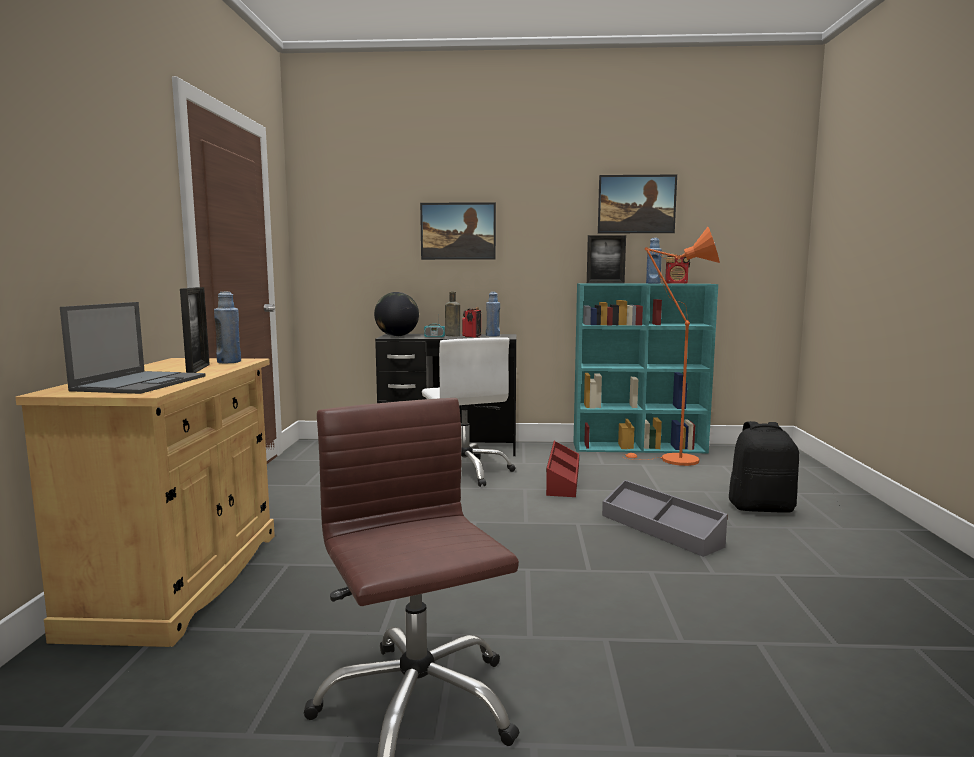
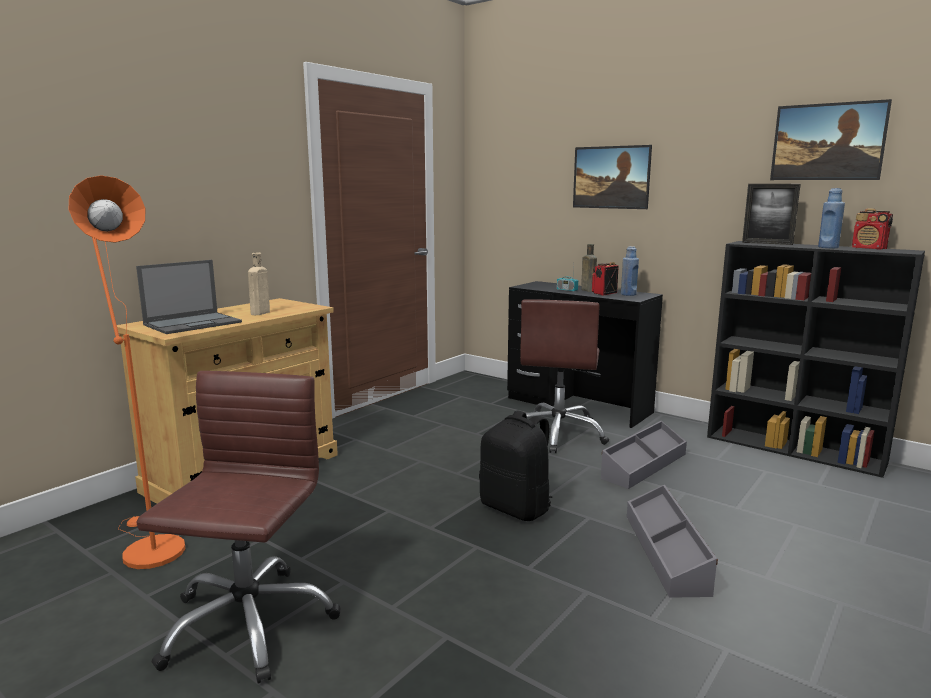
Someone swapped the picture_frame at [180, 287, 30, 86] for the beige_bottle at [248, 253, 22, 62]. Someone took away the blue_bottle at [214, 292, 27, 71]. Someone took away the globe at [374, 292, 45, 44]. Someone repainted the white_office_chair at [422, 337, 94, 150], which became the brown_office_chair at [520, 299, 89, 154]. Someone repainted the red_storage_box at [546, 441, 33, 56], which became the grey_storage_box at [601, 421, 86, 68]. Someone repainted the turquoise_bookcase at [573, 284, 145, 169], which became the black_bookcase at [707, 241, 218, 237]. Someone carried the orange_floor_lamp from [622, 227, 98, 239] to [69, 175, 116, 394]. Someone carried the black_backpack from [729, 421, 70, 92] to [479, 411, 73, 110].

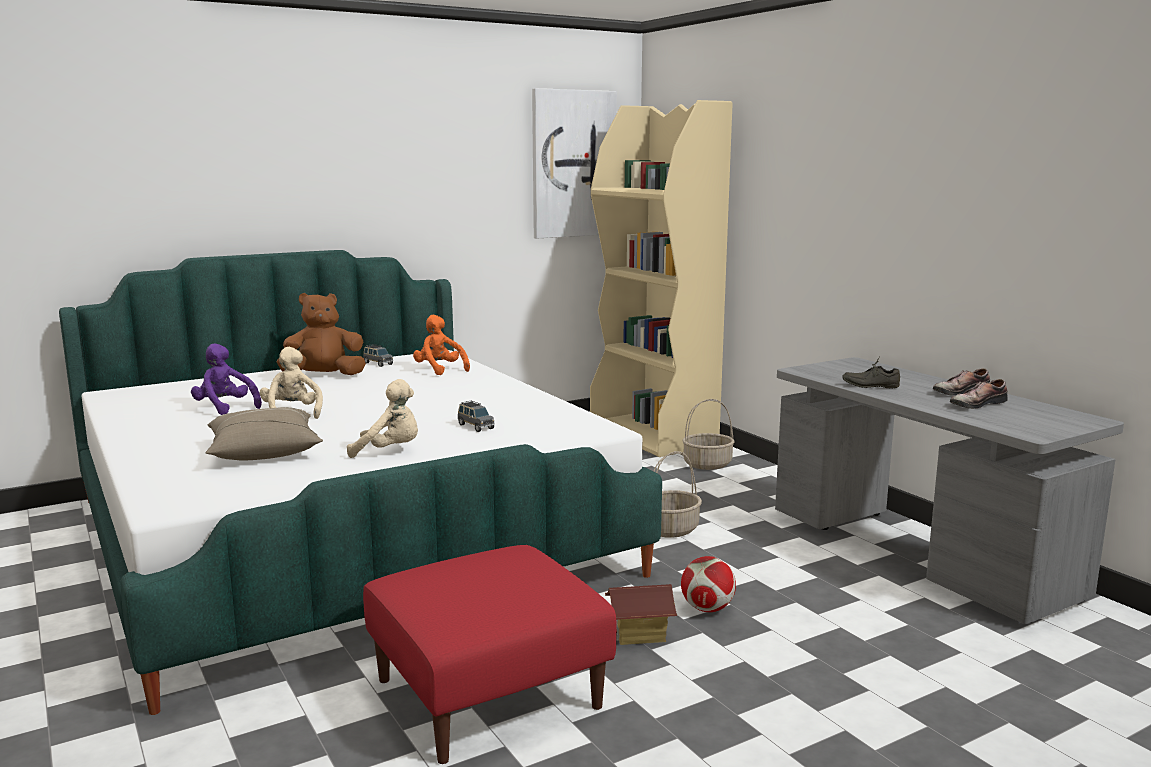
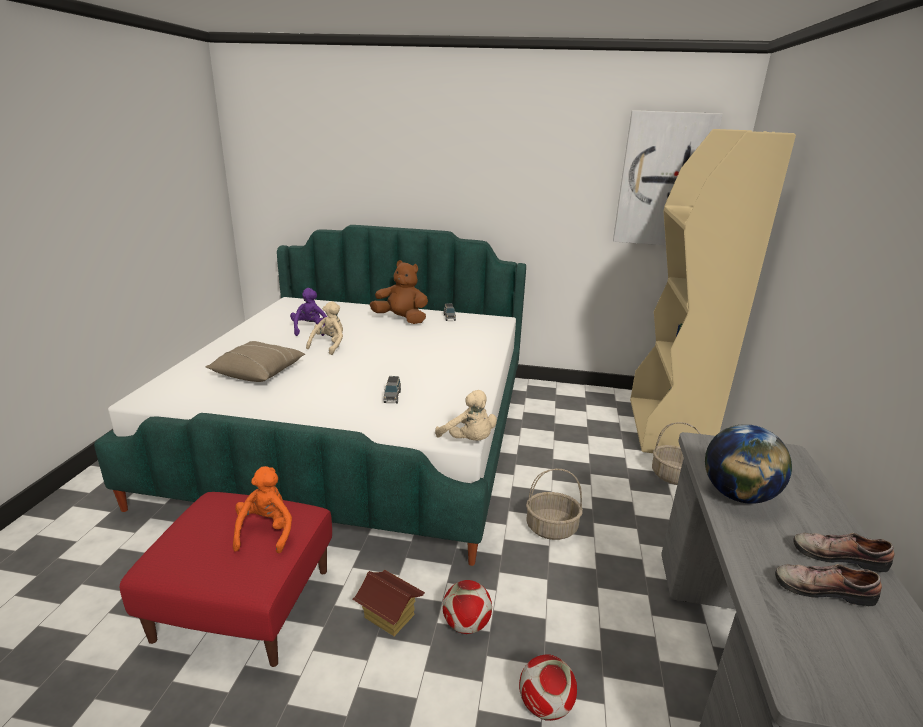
Someone carried the beige_plush_toy from [347, 379, 71, 79] to [435, 390, 62, 50]. Someone carried the orange_plush_toy from [413, 315, 57, 60] to [233, 466, 59, 87]. Someone swapped the grey_shoe at [842, 358, 58, 31] for the globe at [705, 424, 87, 80]. Someone put down the football at [519, 654, 58, 67].

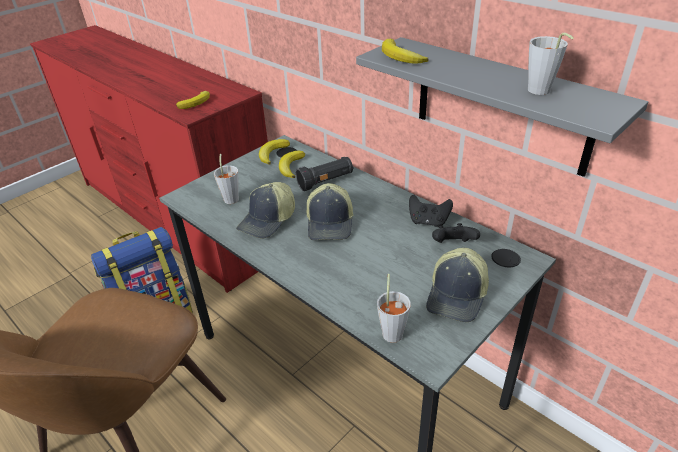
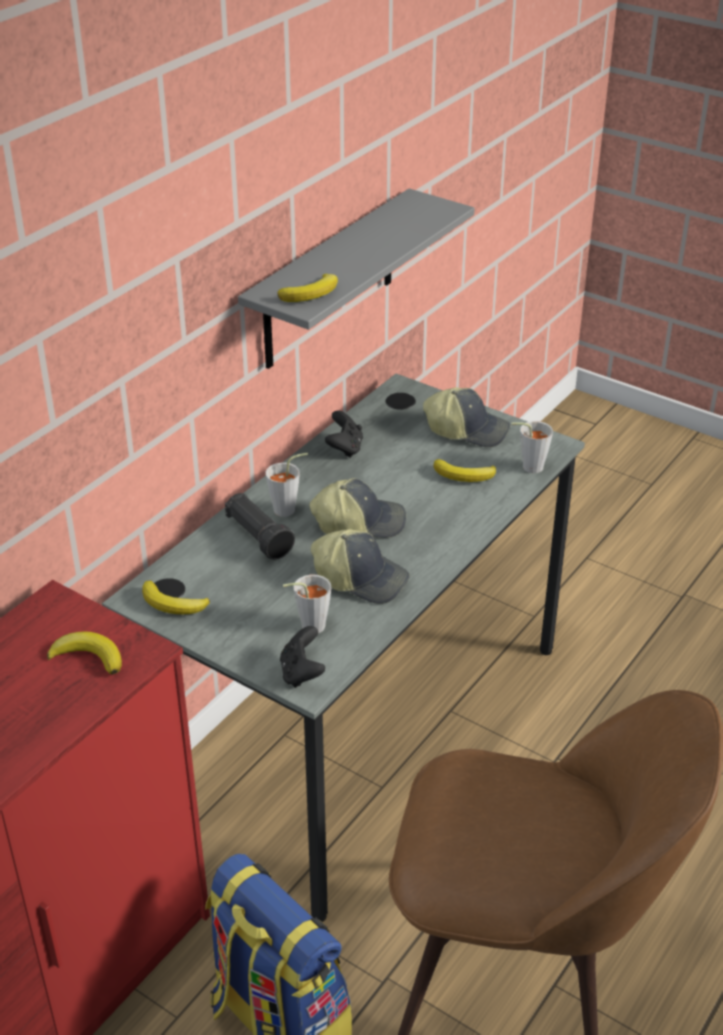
Someone carried the banana from [279, 151, 26, 27] to [433, 459, 63, 23]. Someone carried the black_game_controller from [432, 223, 48, 20] to [280, 626, 45, 62]. Someone carried the grey_cup from [528, 33, 46, 62] to [266, 453, 42, 64].

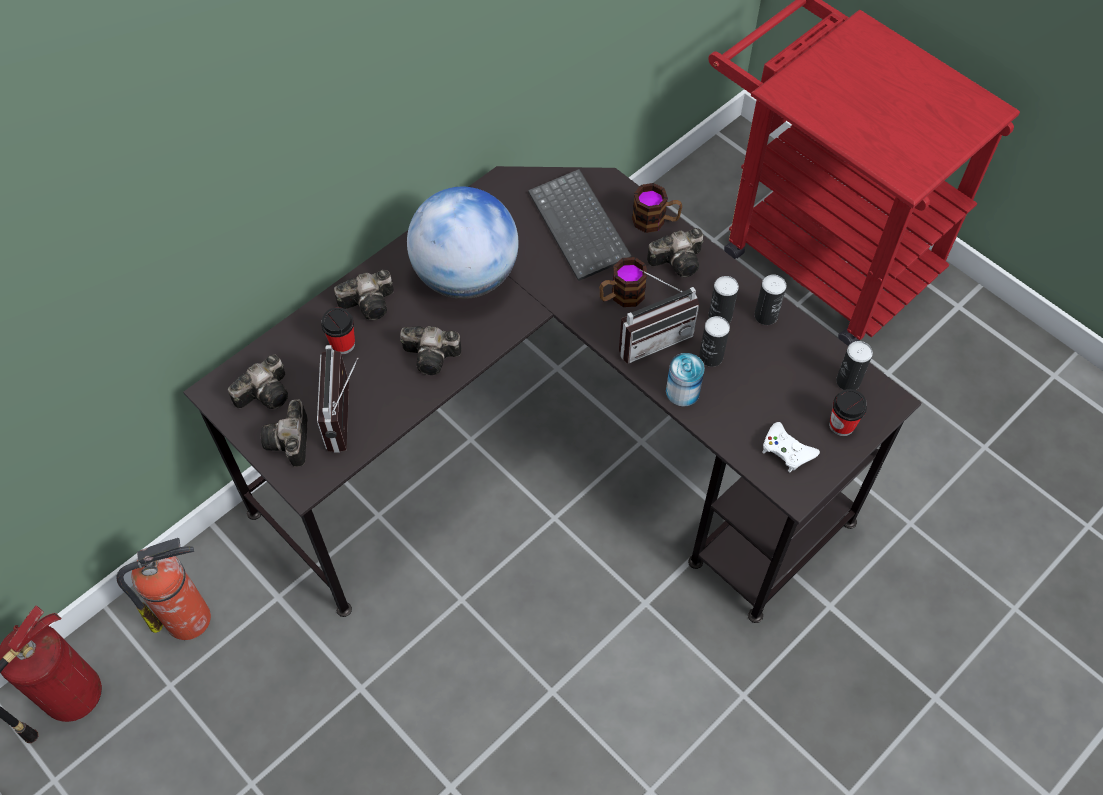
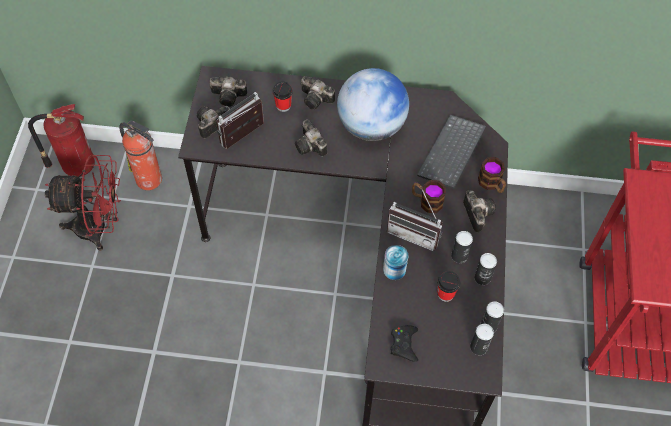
Someone rotated the photo_camera at [647, 228, 56, 49] by 135 degrees counterclockwise. Someone carried the can from [699, 316, 31, 51] to [481, 301, 23, 31]. Someone repainted the white_game_controller at [762, 422, 58, 50], which became the black_game_controller at [391, 325, 27, 37]. Someone carried the cup from [829, 389, 38, 47] to [437, 271, 23, 31]. Someone put down the red_fan at [45, 154, 76, 97].

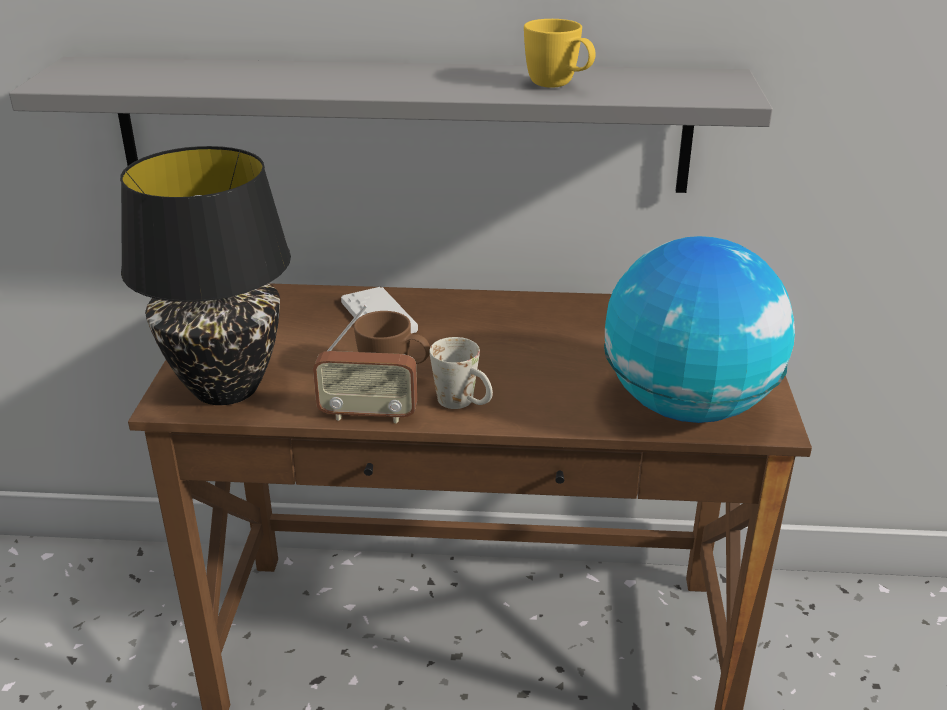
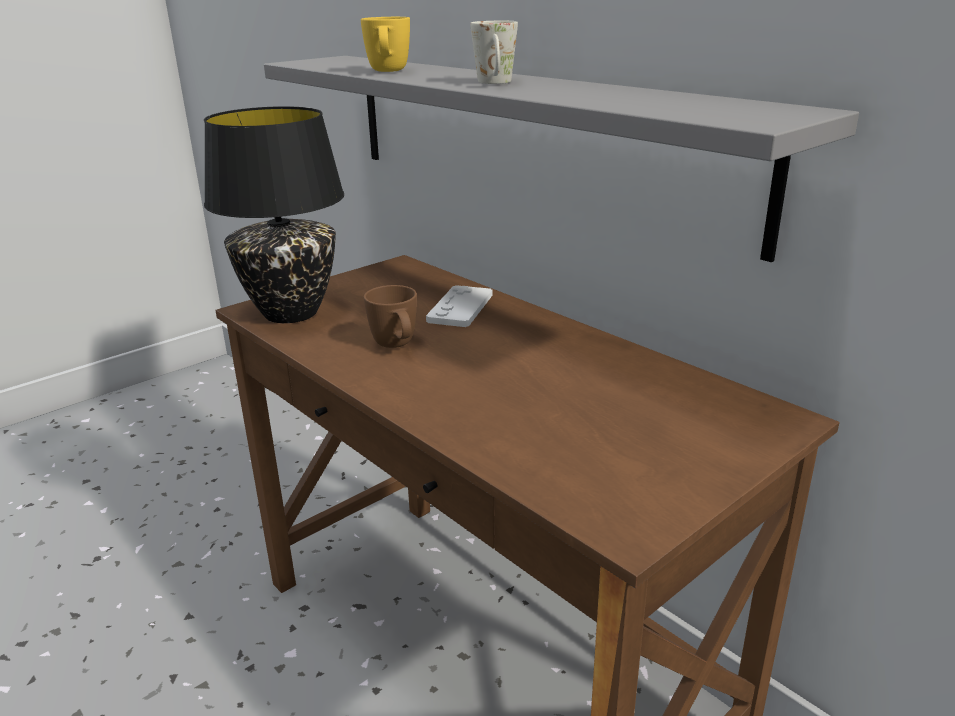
Someone took away the radio at [313, 305, 104, 118]. Someone carried the white_mug from [429, 337, 64, 72] to [470, 21, 48, 63]. Someone carried the yellow_mug from [524, 19, 72, 69] to [361, 17, 49, 55]. Someone took away the globe at [604, 236, 191, 187].

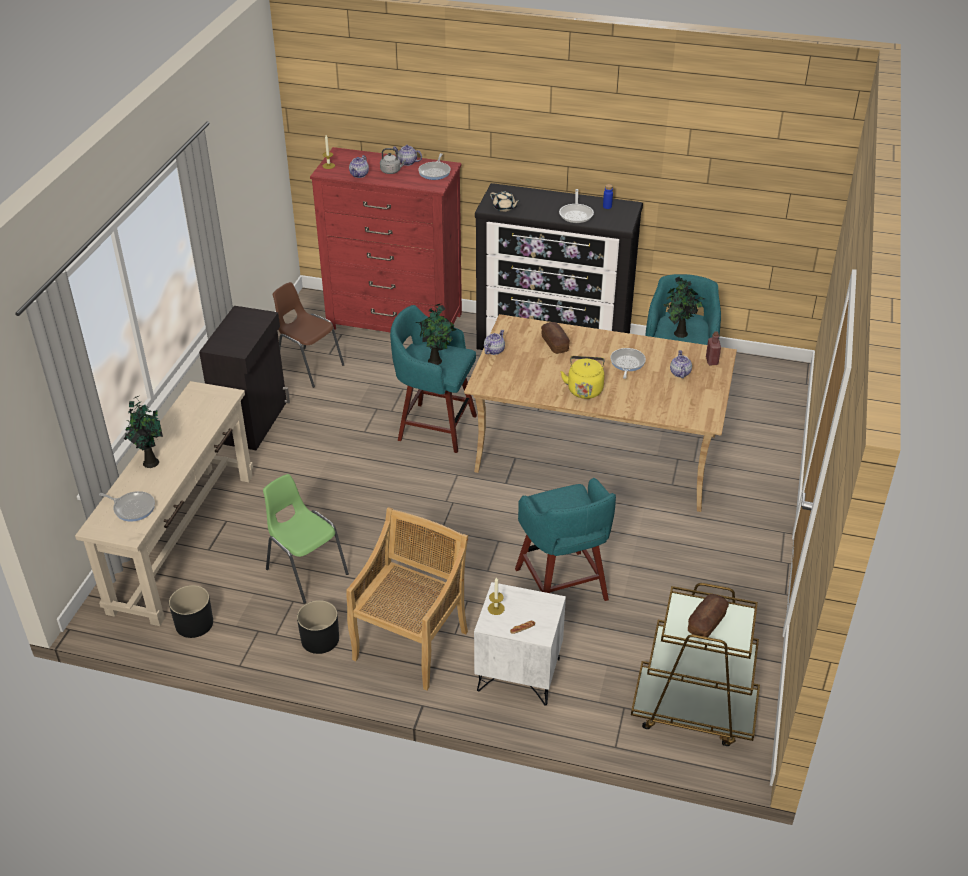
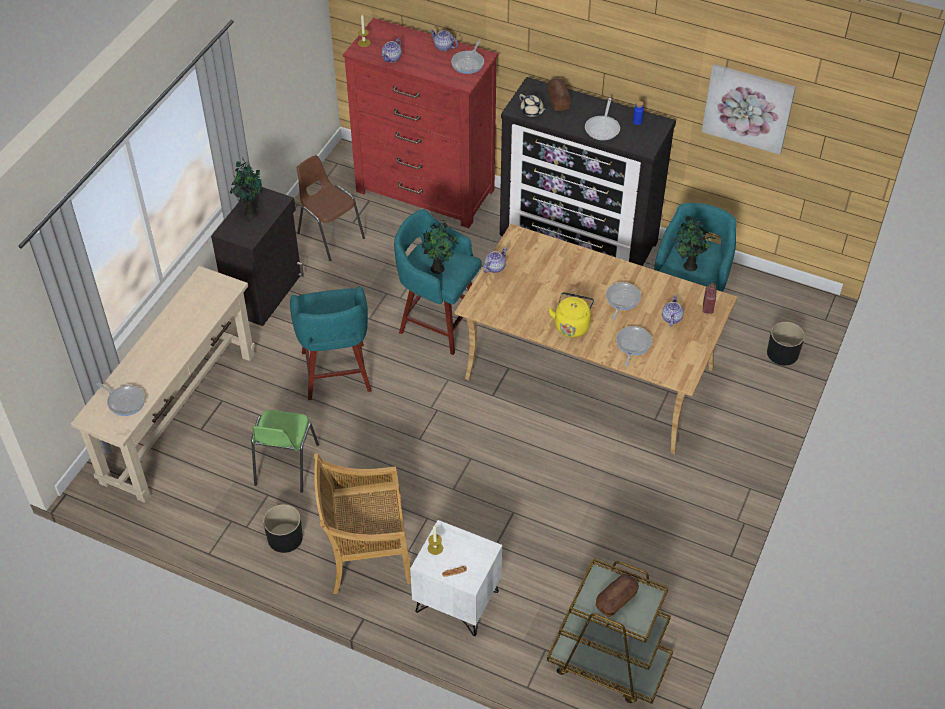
Someone carried the potted_plant from [124, 396, 39, 72] to [230, 158, 33, 60]. Someone carried the black_planter from [169, 585, 44, 53] to [767, 322, 38, 43]. Someone rotated the green_chair at [263, 474, 86, 130] by 135 degrees counterclockwise. Someone rotated the beige_chair at [346, 507, 122, 184] by 135 degrees counterclockwise. Someone took away the grey_kettle at [380, 148, 26, 26]. Someone carried the turquoise_stool from [515, 478, 101, 123] to [290, 286, 81, 114]. Someone carried the bread from [541, 322, 29, 32] to [548, 79, 23, 32]. Someone put down the frying_pan at [616, 326, 36, 40]. Someone put up the picture at [702, 64, 94, 91].

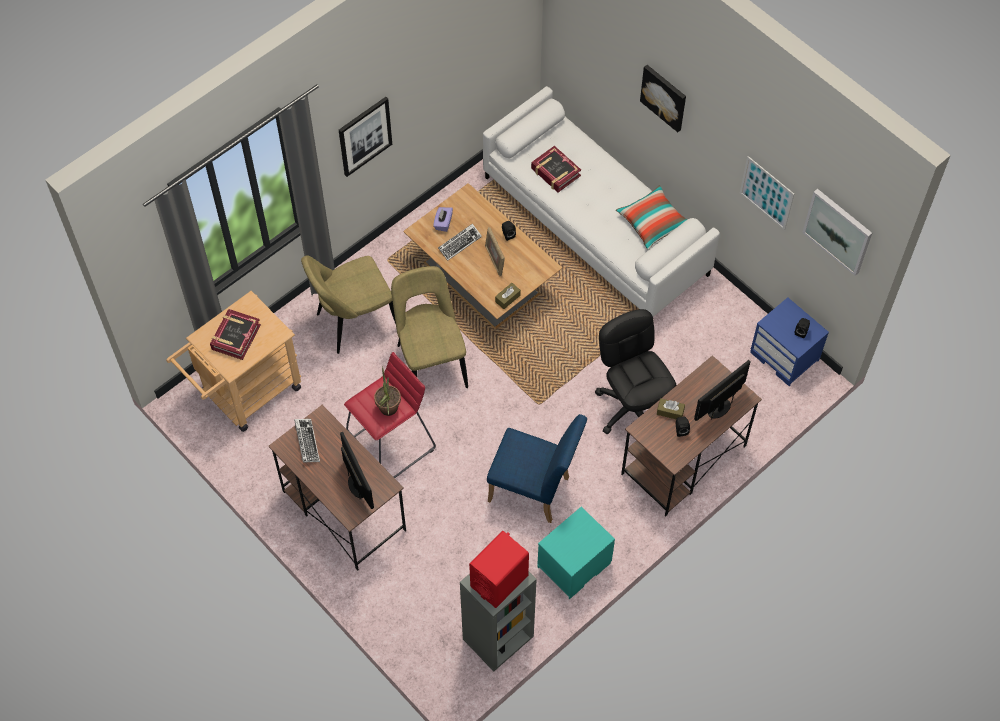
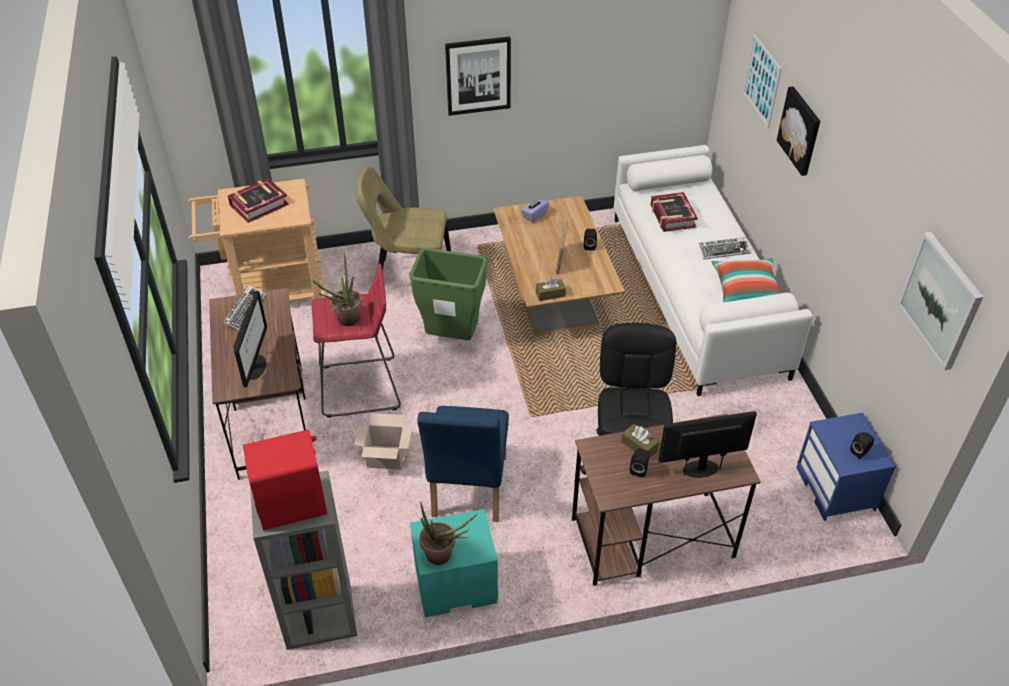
Someone swapped the beige_chair at [391, 266, 77, 122] for the green_trash_can at [409, 248, 79, 92]. Someone carried the keyboard from [438, 224, 44, 37] to [699, 237, 52, 22]. Someone rotated the blue_chair at [487, 414, 100, 109] by 45 degrees clockwise. Someone carried the picture from [740, 156, 54, 74] to [743, 34, 39, 94]. Someone put down the cardboard_box at [354, 413, 58, 57]. Someone put down the potted_plant at [419, 501, 59, 64].

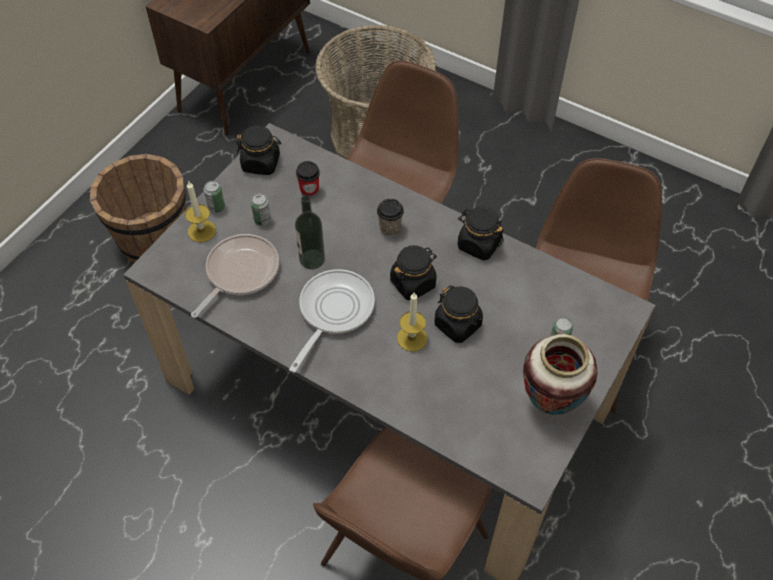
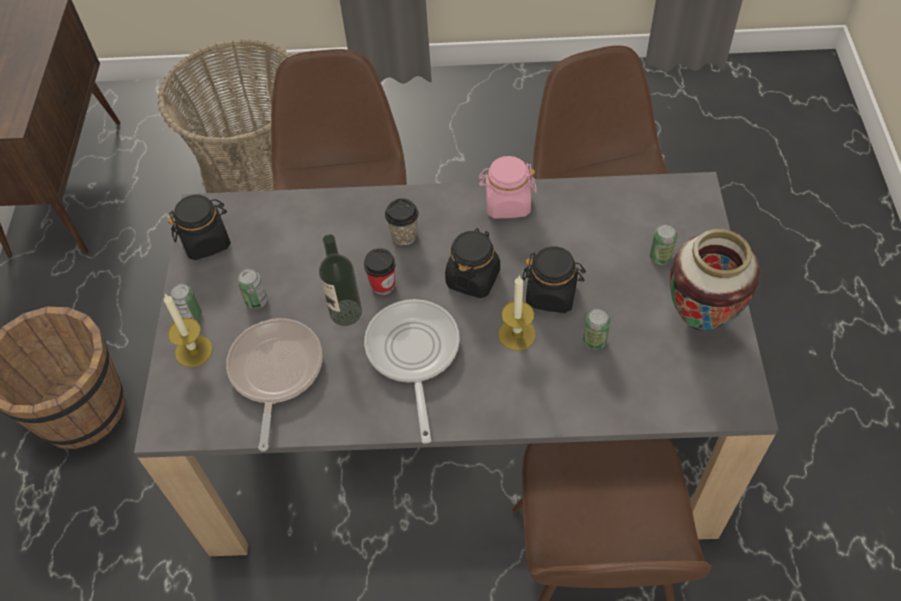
Someone carried the cup from [296, 161, 24, 37] to [364, 248, 32, 47]. Someone repainted the black_jar at [457, 207, 47, 53], which became the pink_jar at [478, 156, 59, 62]. Someone put down the can at [583, 308, 27, 42].

